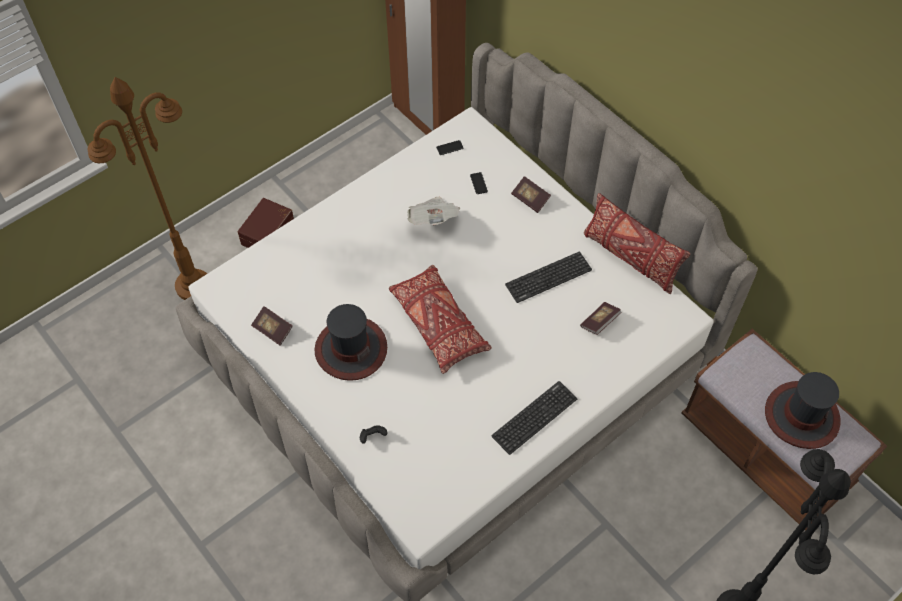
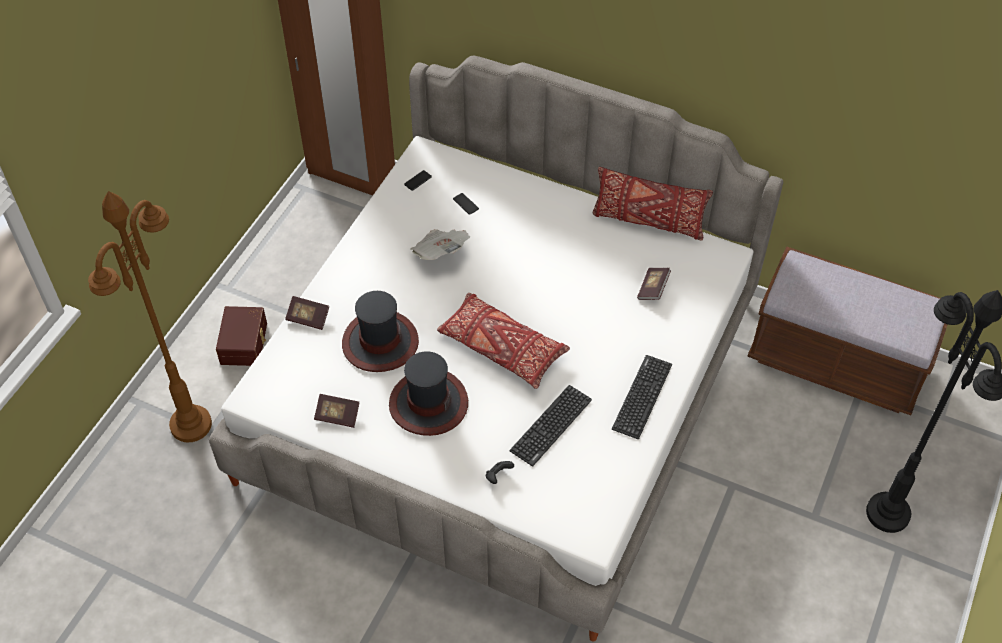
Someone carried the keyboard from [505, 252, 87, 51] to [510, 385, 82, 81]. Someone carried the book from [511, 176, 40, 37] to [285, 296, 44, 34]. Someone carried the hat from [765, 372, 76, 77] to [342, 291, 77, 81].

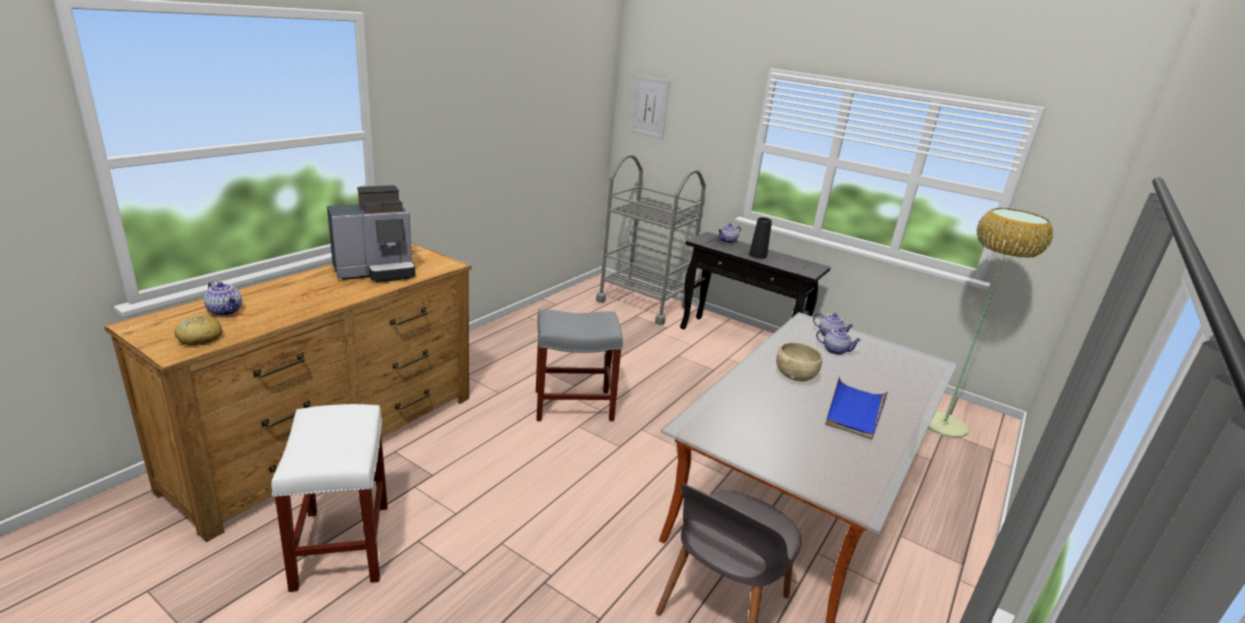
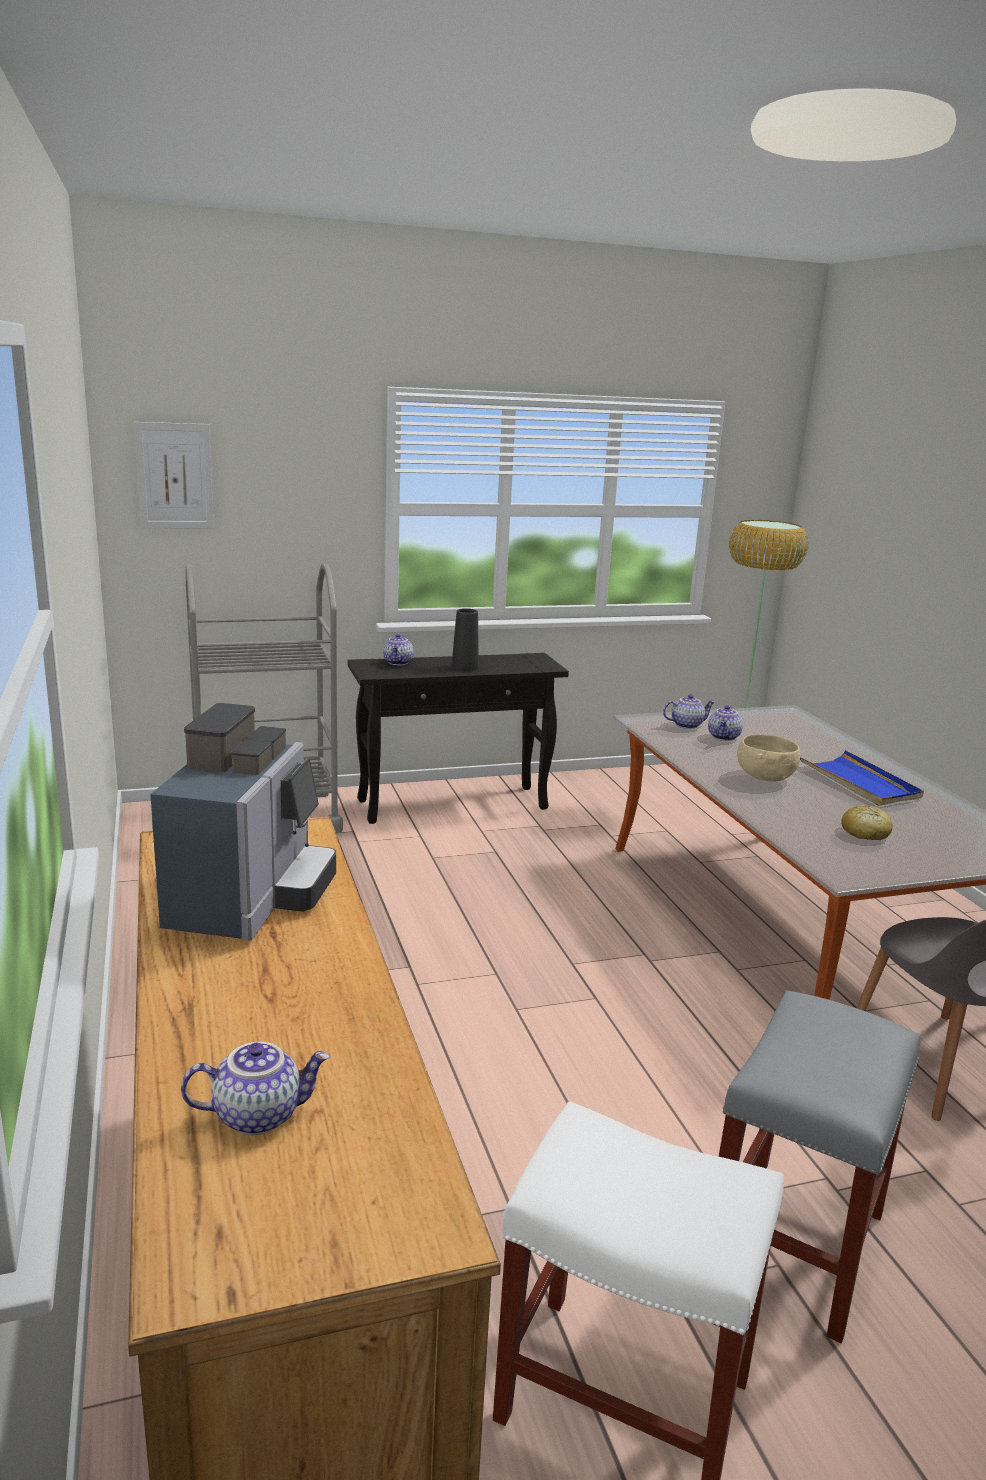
Someone carried the bread from [174, 315, 49, 30] to [841, 805, 52, 35]. Someone carried the grey_stool from [536, 309, 87, 112] to [719, 990, 202, 353]. Someone rotated the teapot at [816, 328, 46, 27] by 135 degrees clockwise.

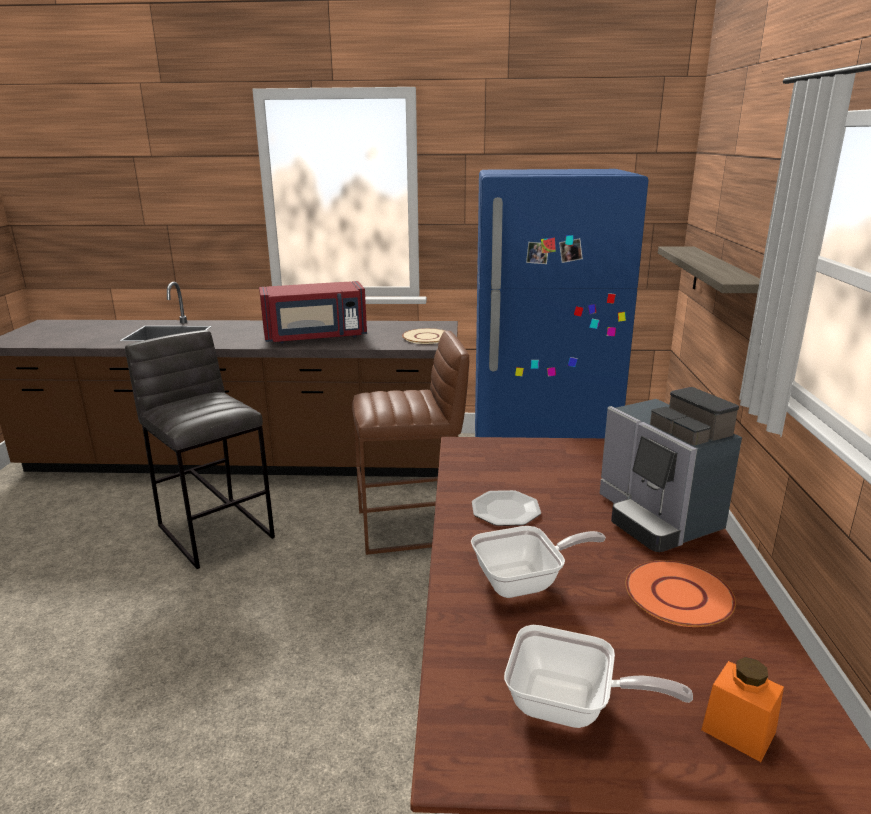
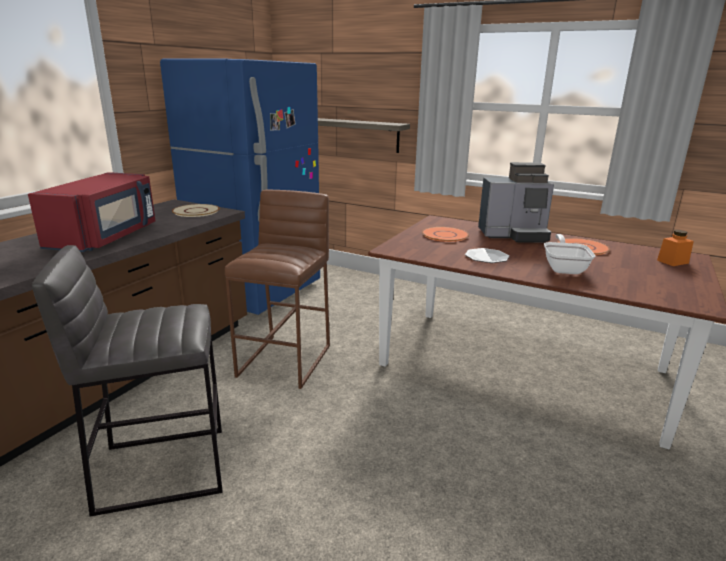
Someone took away the frying_pan at [504, 625, 189, 103]. Someone put down the orange_plate at [422, 227, 47, 15].

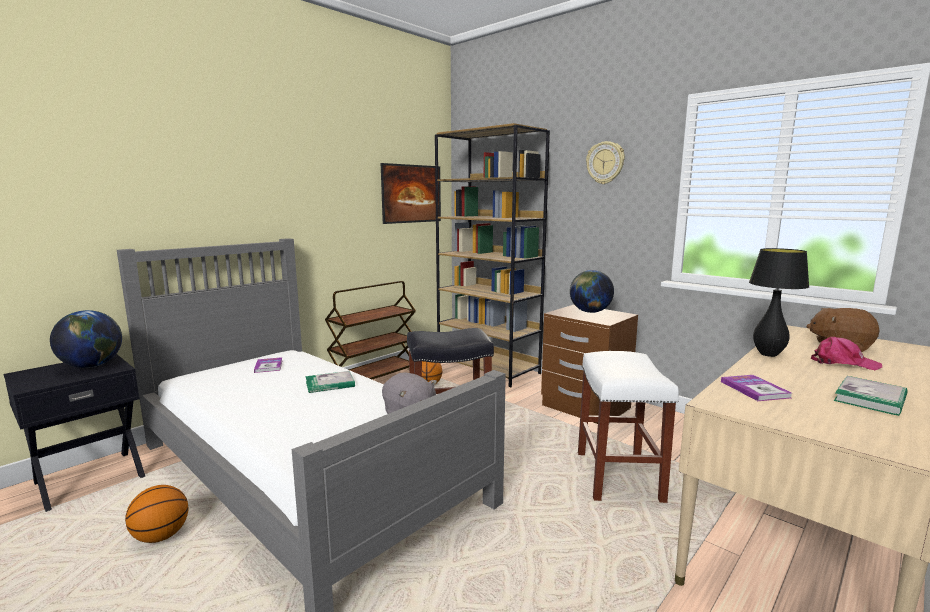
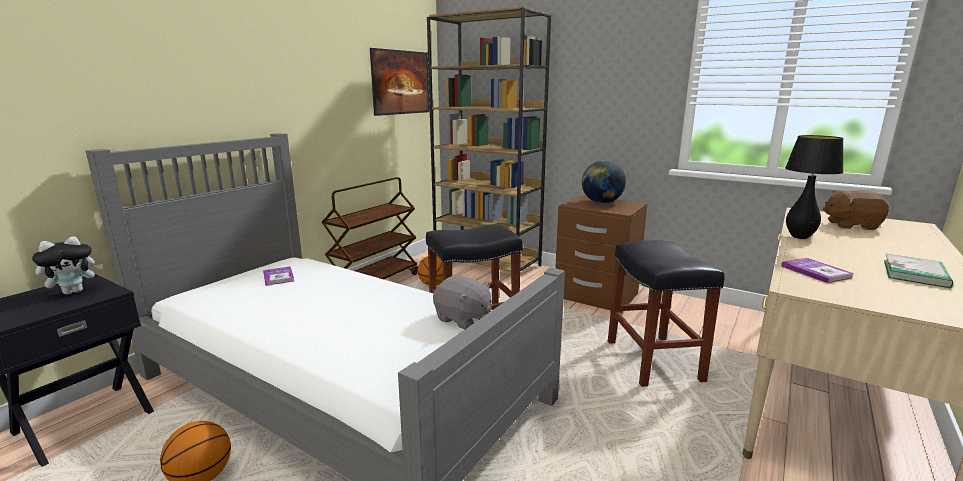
Someone swapped the globe at [50, 310, 72, 58] for the plush_toy at [32, 236, 71, 59]. Someone took away the book at [306, 371, 49, 22]. Someone repainted the white_stool at [578, 351, 101, 152], which became the black_stool at [608, 240, 116, 147]. Someone took away the wall_clock at [586, 141, 39, 43]. Someone took away the pink_cap at [811, 337, 71, 33].

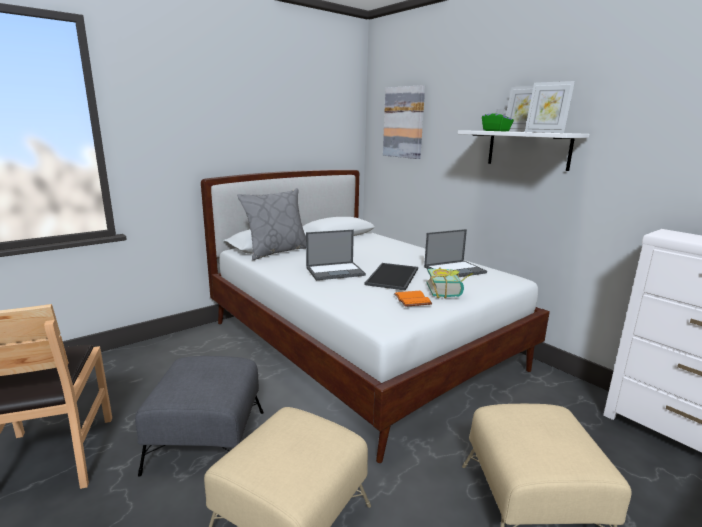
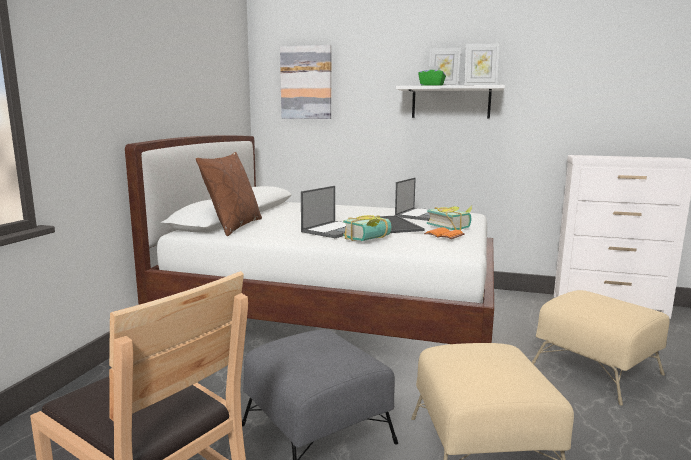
Someone repainted the grey_pillow at [237, 188, 69, 72], which became the brown_pillow at [196, 152, 66, 84]. Someone put down the book at [343, 215, 49, 26].

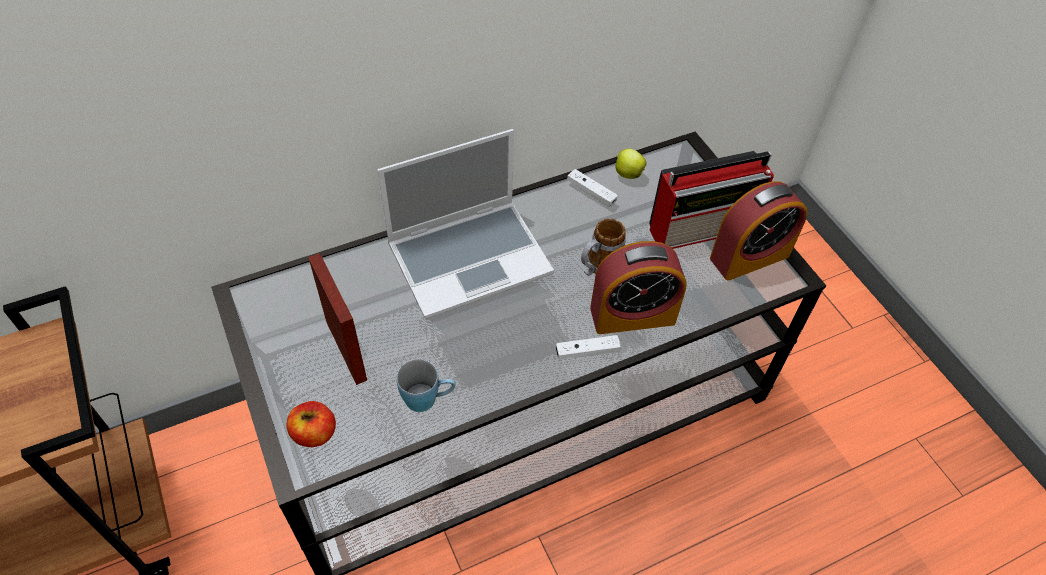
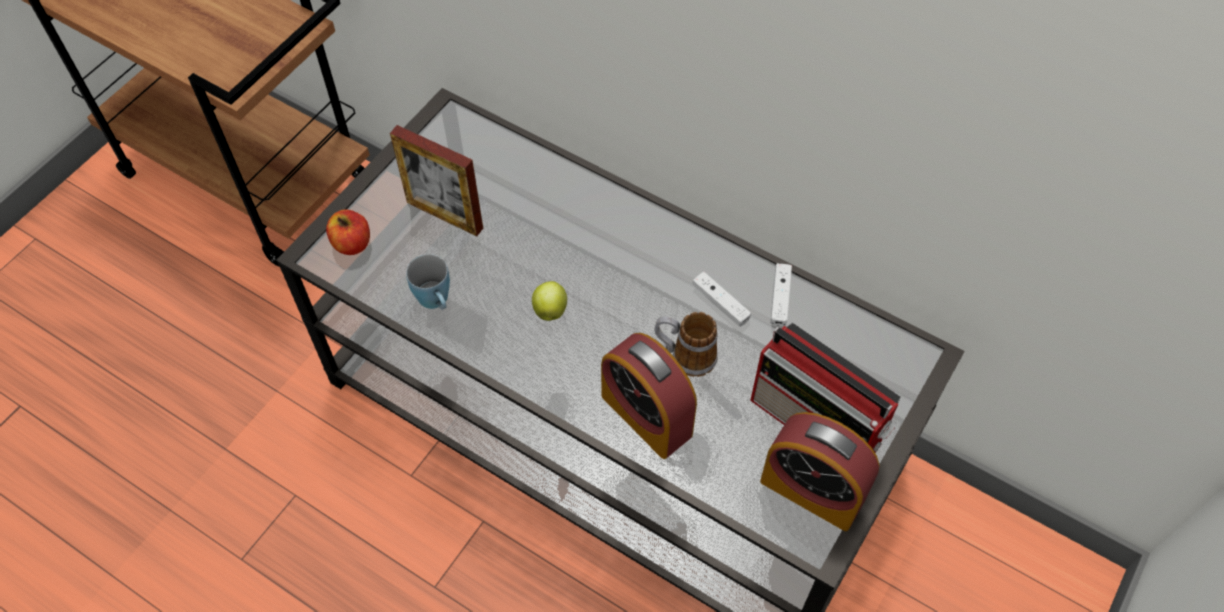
Someone rotated the picture_frame at [308, 253, 59, 132] by 90 degrees clockwise. Someone took away the laptop at [377, 129, 177, 190]. Someone carried the white_game_controller from [556, 335, 65, 24] to [692, 272, 59, 55]. Someone carried the apple from [615, 149, 32, 30] to [532, 281, 35, 40].

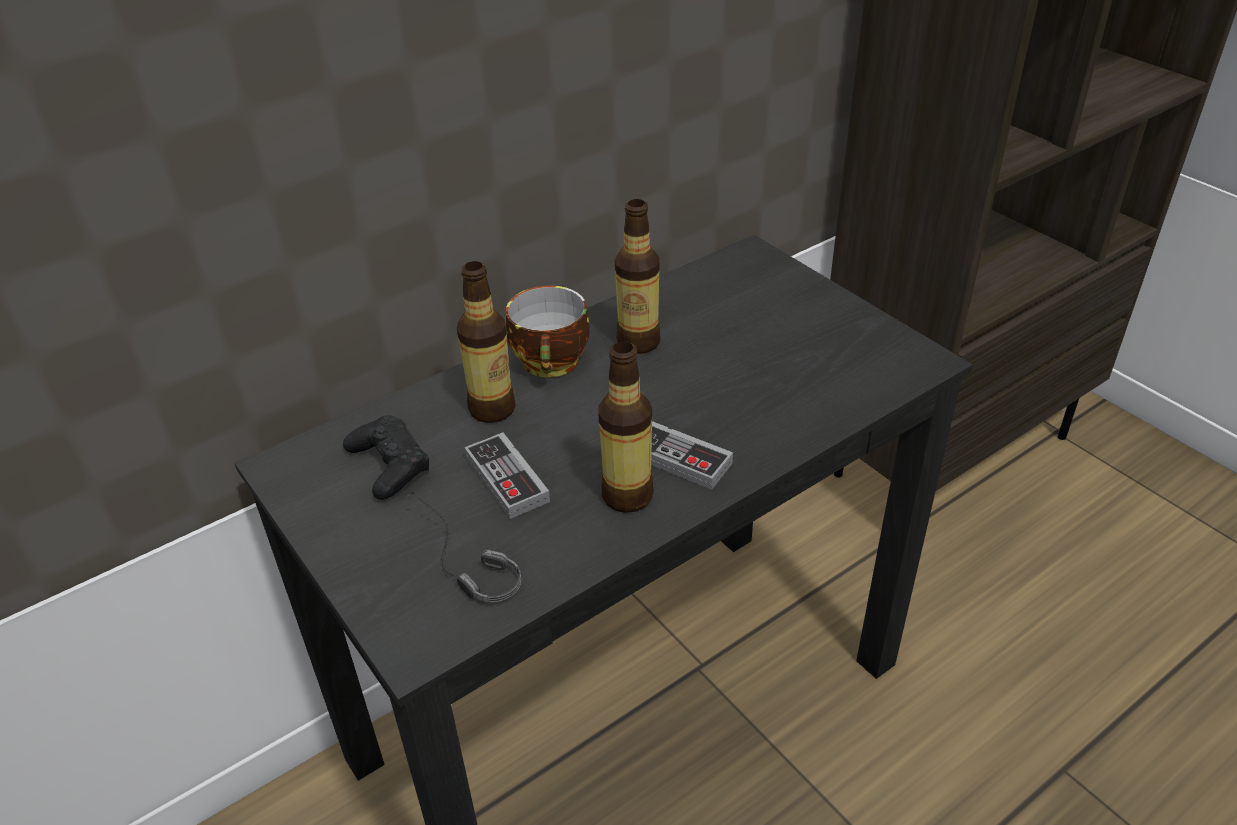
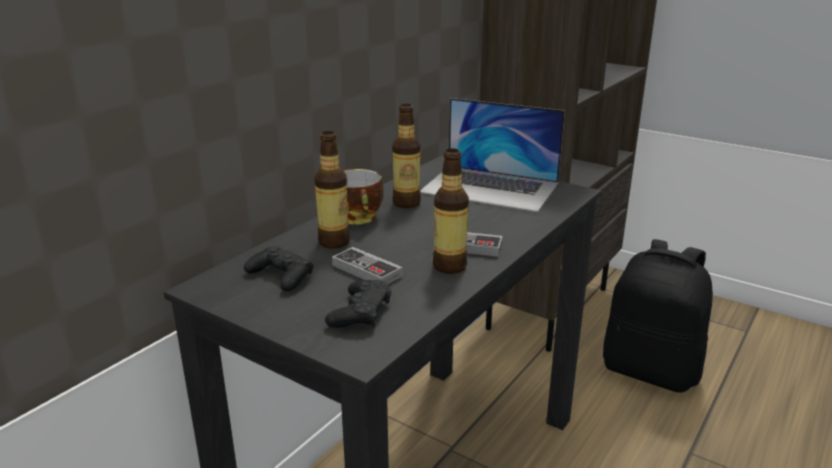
Someone swapped the headphones at [406, 492, 115, 110] for the black_game_controller at [325, 280, 66, 48]. Someone put down the laptop at [420, 98, 145, 114]. Someone put down the black_backpack at [603, 239, 110, 154].

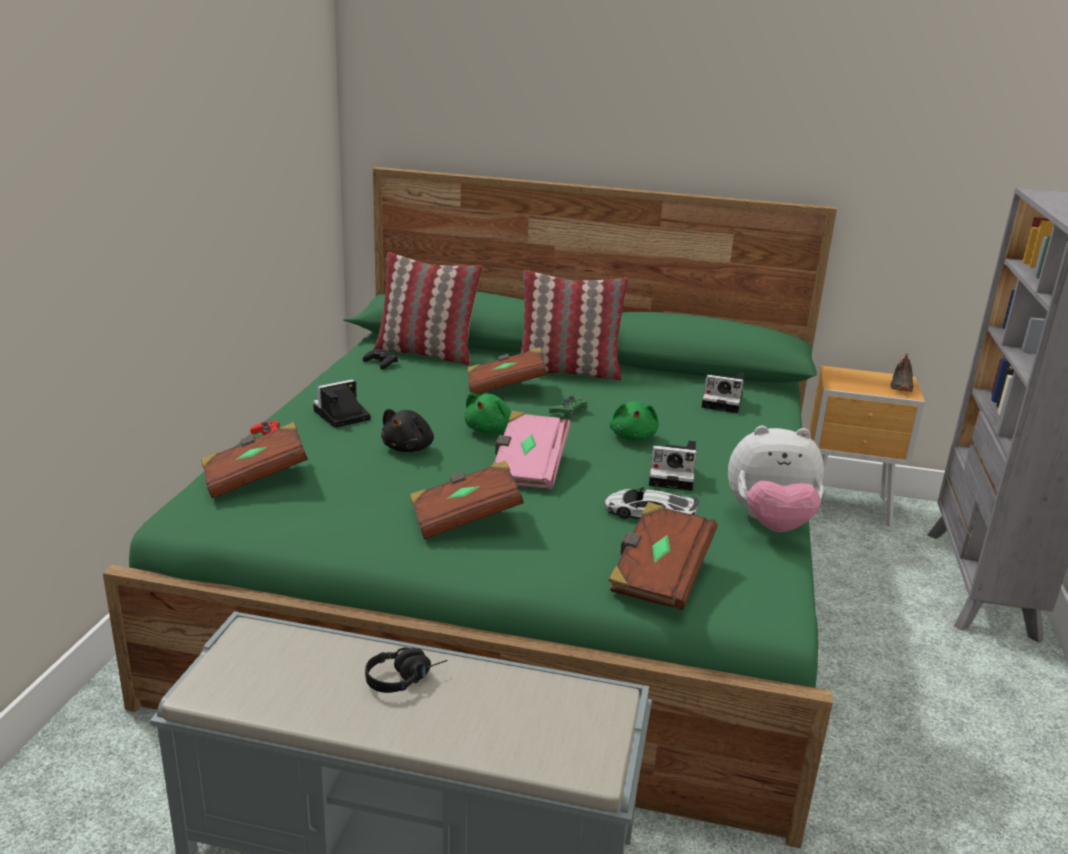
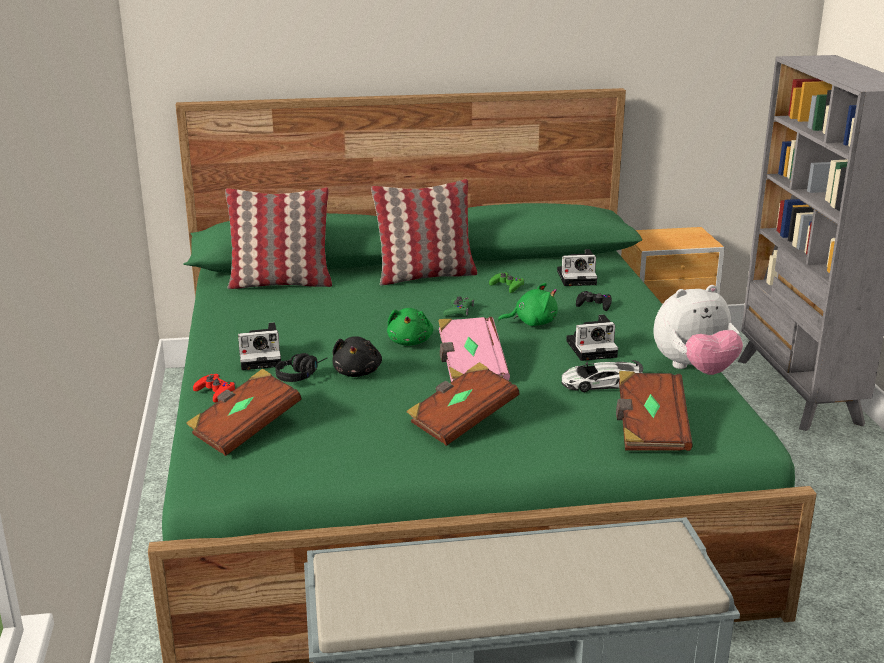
Someone rotated the photo_camera at [313, 379, 57, 49] by 135 degrees counterclockwise. Someone carried the black_game_controller from [363, 349, 35, 20] to [576, 291, 36, 20]. Someone carried the black_headphones from [365, 647, 83, 46] to [275, 353, 52, 29]. Someone took away the brown_book at [467, 347, 80, 47]. Someone rotated the green_plush_toy at [610, 401, 49, 40] by 75 degrees counterclockwise. Someone took away the black_shoe at [890, 353, 23, 39]. Someone put down the green_game_controller at [489, 272, 35, 21].

